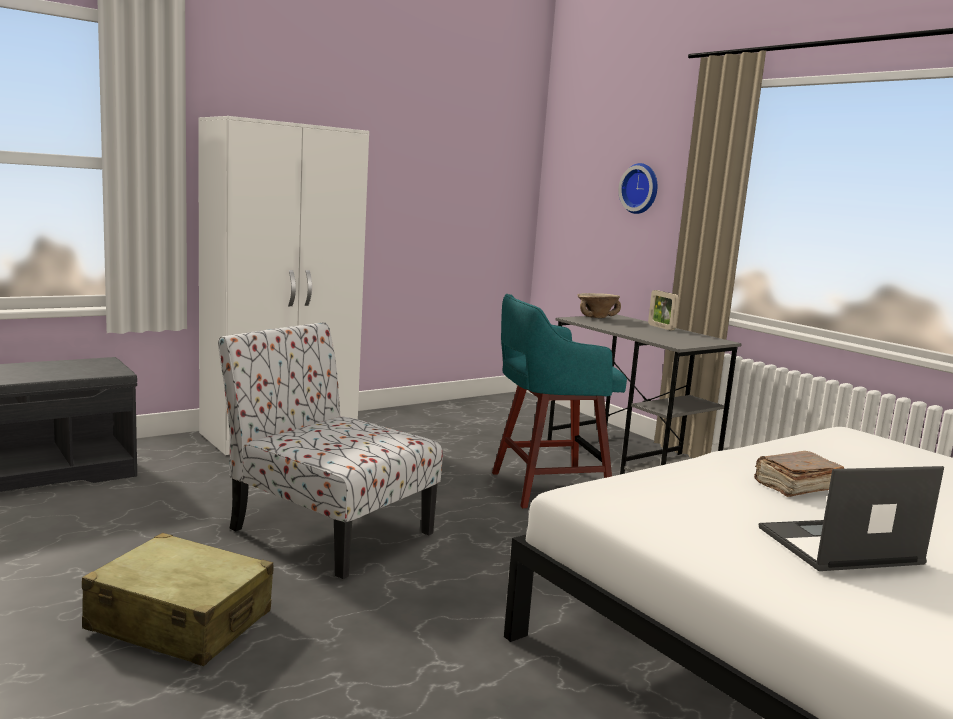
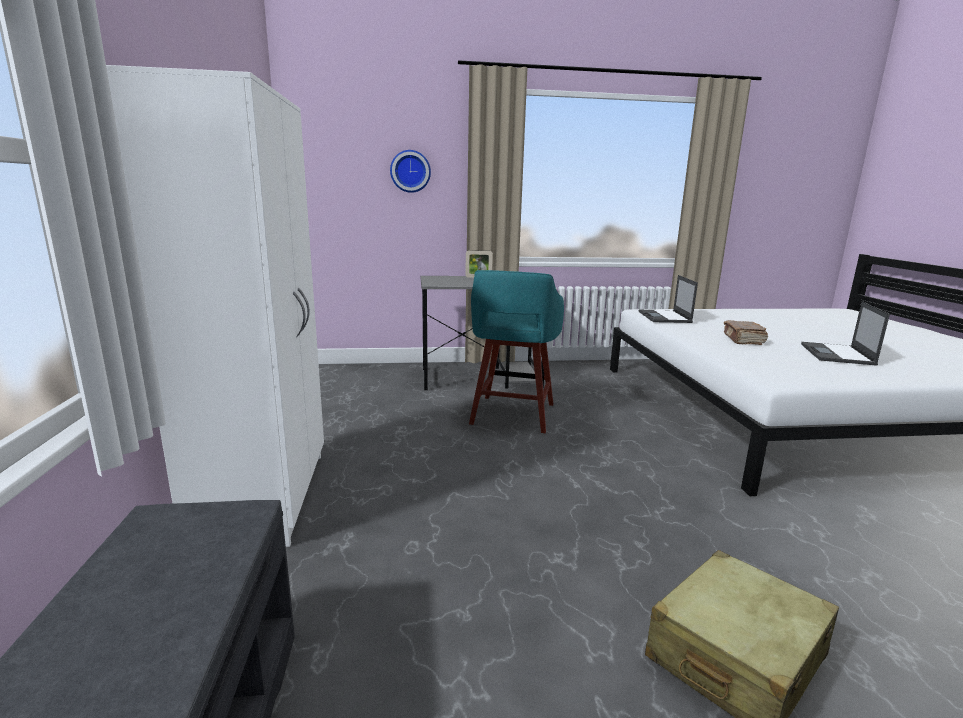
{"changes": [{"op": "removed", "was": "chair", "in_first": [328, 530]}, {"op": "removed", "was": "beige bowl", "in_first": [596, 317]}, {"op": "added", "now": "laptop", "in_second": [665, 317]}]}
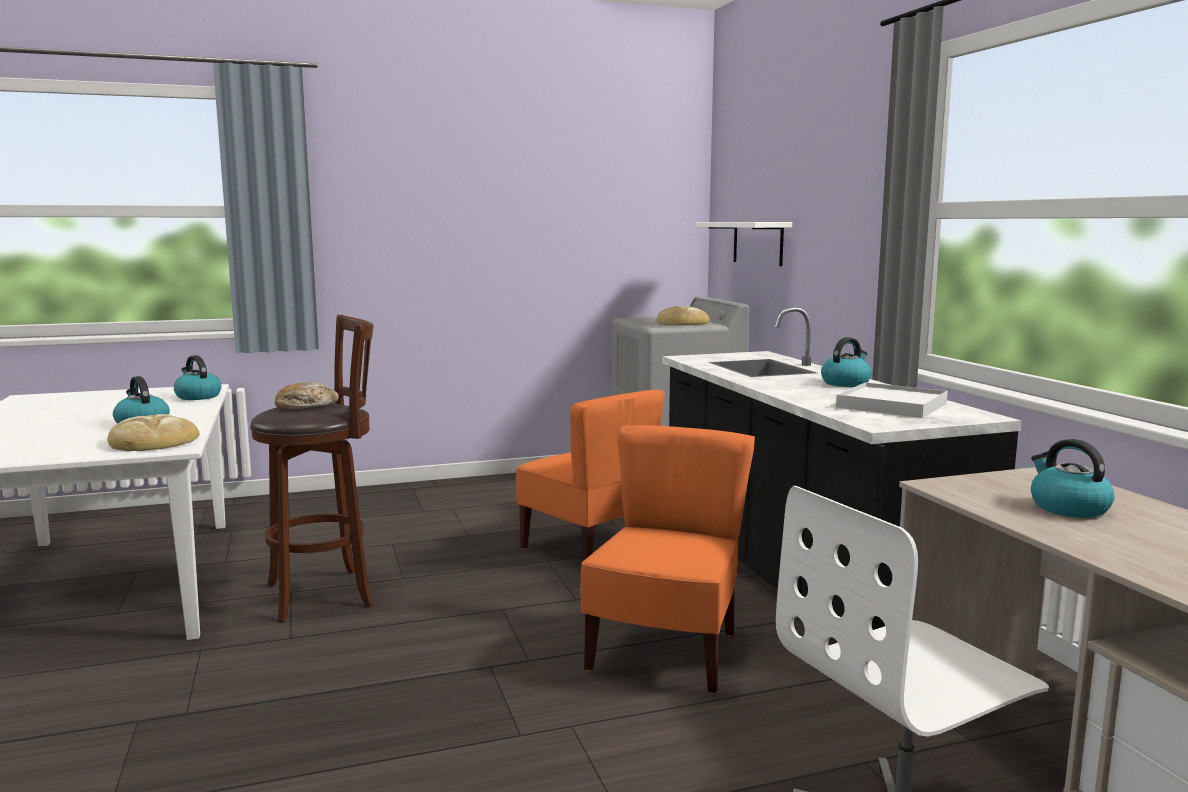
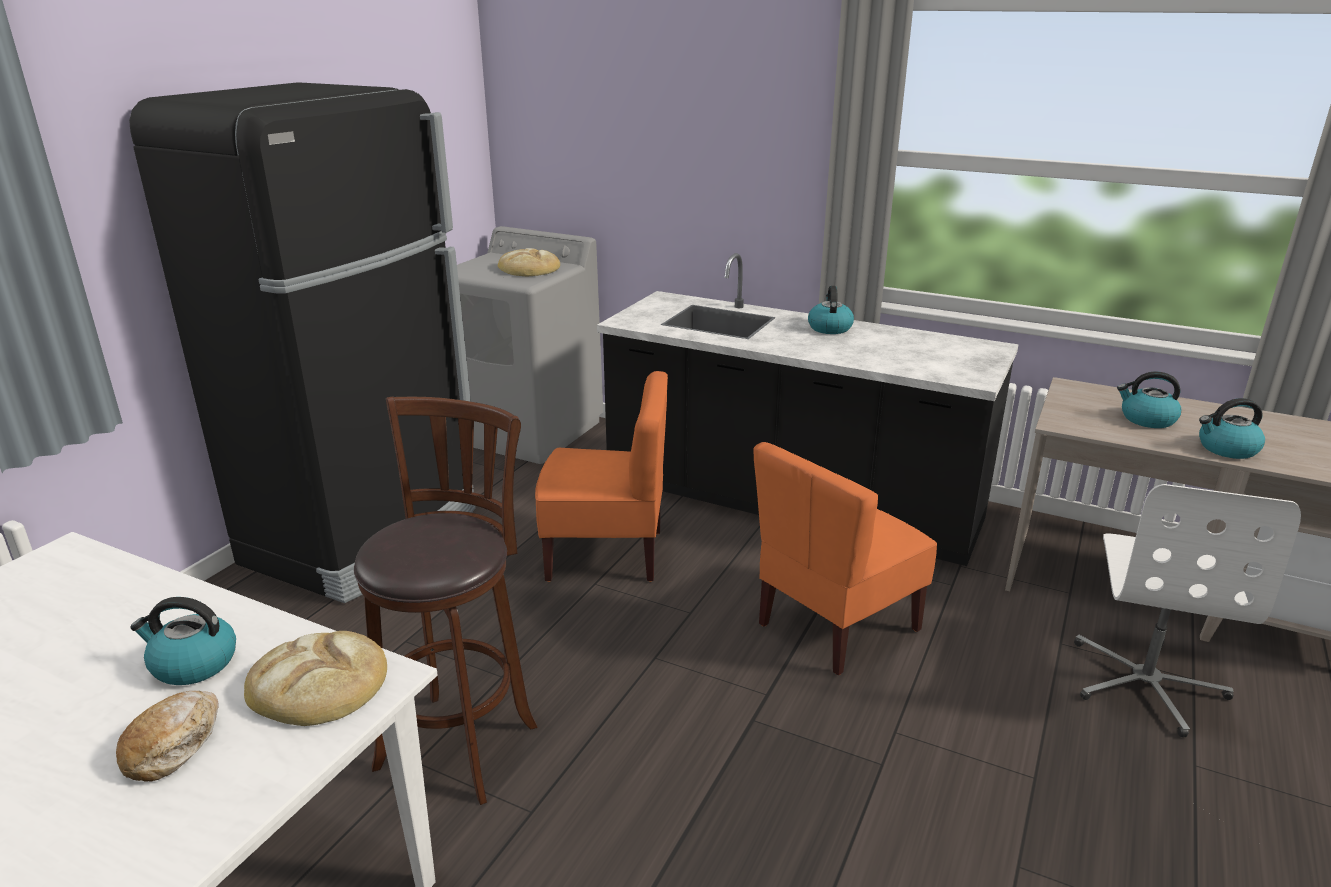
{"changes": [{"op": "moved", "was": "kettle", "in_first": [197, 396], "in_second": [1226, 449]}, {"op": "moved", "was": "bread", "in_first": [306, 406], "in_second": [173, 744]}, {"op": "turned", "was": "orange chair", "in_first": [666, 652], "in_second": [836, 626], "clockwise": -105}, {"op": "removed", "was": "white shelf", "in_first": [758, 243]}, {"op": "removed", "was": "white tray", "in_first": [891, 405]}, {"op": "added", "now": "black fridge", "in_second": [365, 537]}]}
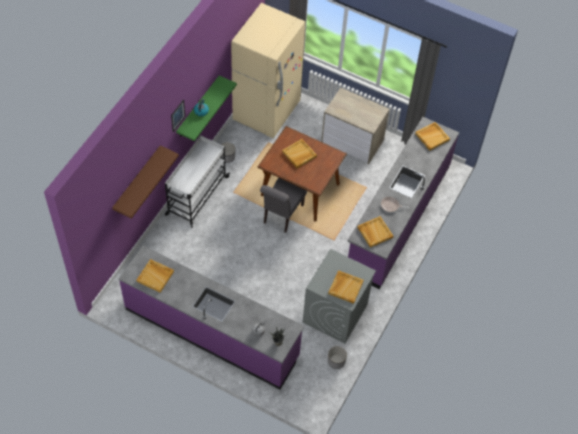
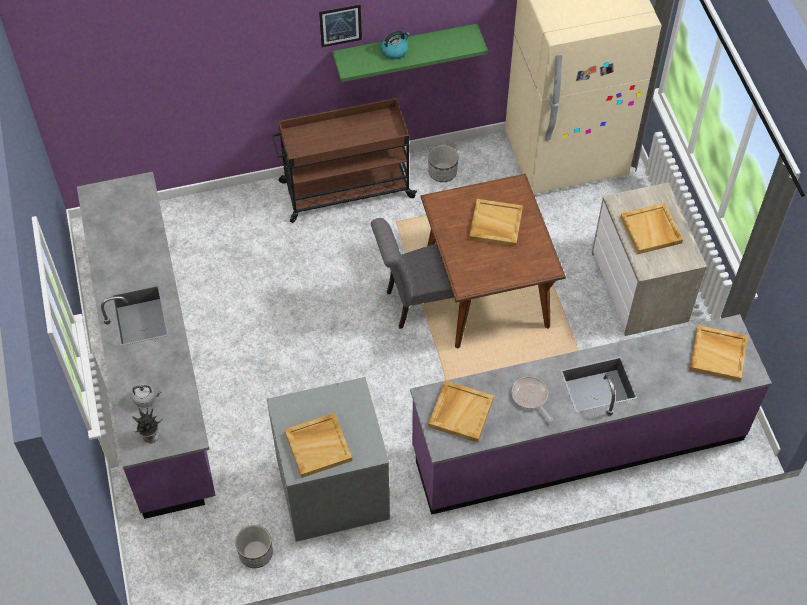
{"changes": [{"op": "removed", "was": "brown shelf", "in_first": [137, 180]}, {"op": "moved", "was": "beige tray", "in_first": [155, 276], "in_second": [651, 230]}, {"op": "recoloured", "was": "white cart", "now": "brown cart", "in_first": [196, 196], "in_second": [345, 190]}]}
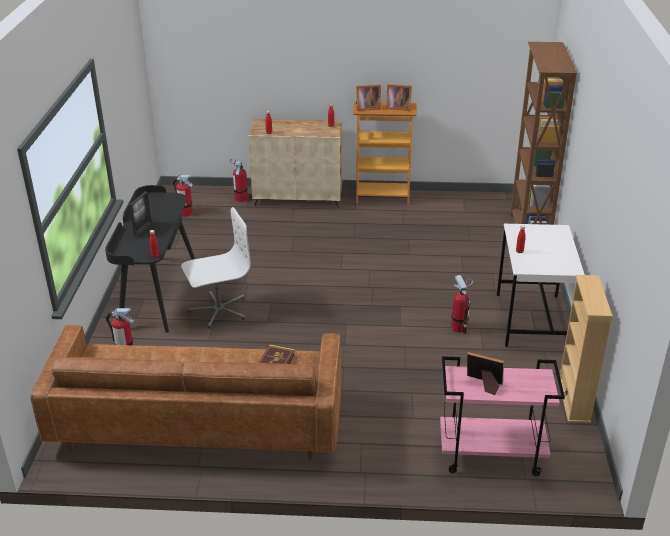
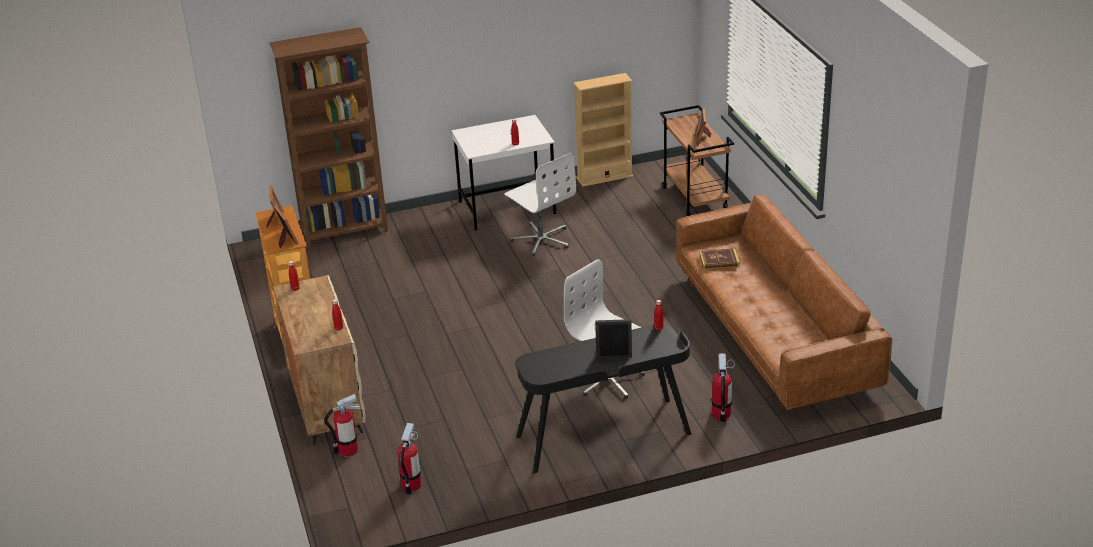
{"changes": [{"op": "recoloured", "was": "pink cart", "now": "brown cart", "in_first": [490, 455], "in_second": [695, 199]}, {"op": "replaced", "was": "fire extinguisher", "now": "white office chair", "in_first": [459, 327], "in_second": [541, 239]}]}
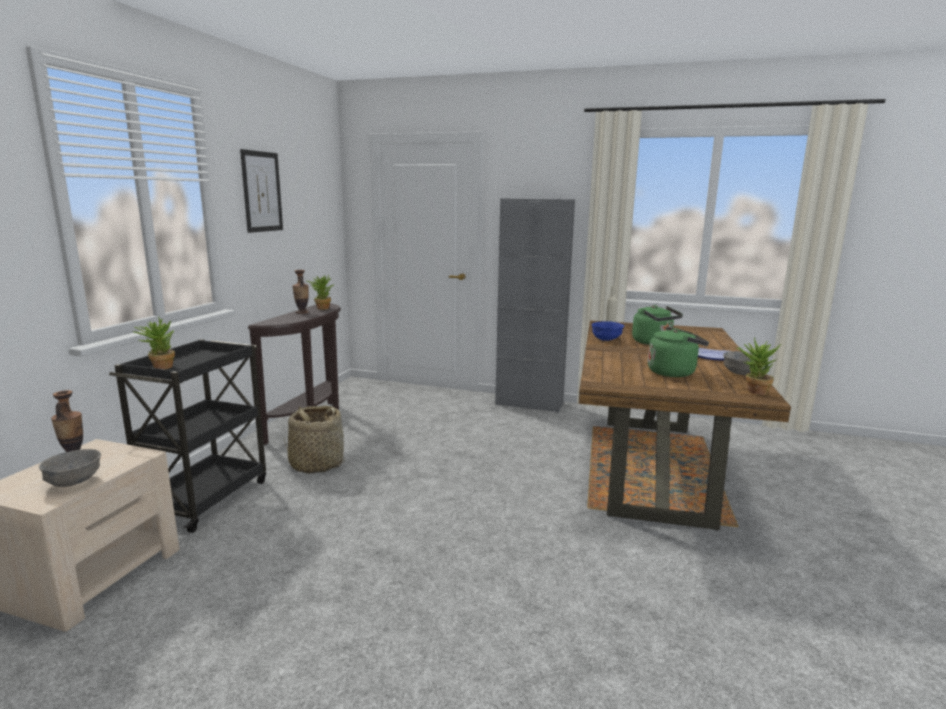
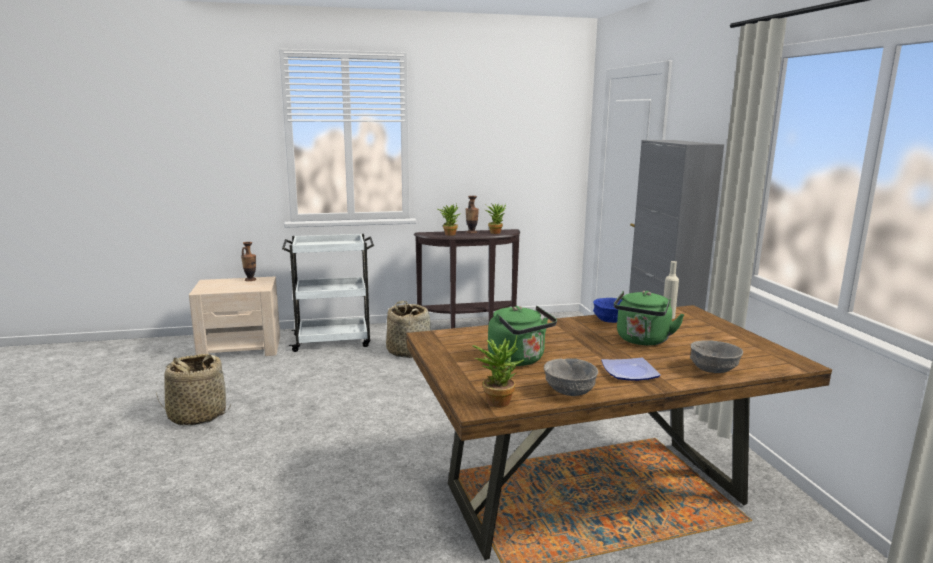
{"changes": [{"op": "moved", "was": "grey bowl", "in_first": [74, 482], "in_second": [713, 370]}, {"op": "recoloured", "was": "black cart", "now": "white cart", "in_first": [207, 498], "in_second": [333, 340]}, {"op": "moved", "was": "potted plant", "in_first": [159, 367], "in_second": [449, 234]}, {"op": "removed", "was": "picture", "in_first": [262, 192]}, {"op": "added", "now": "basket", "in_second": [197, 415]}]}
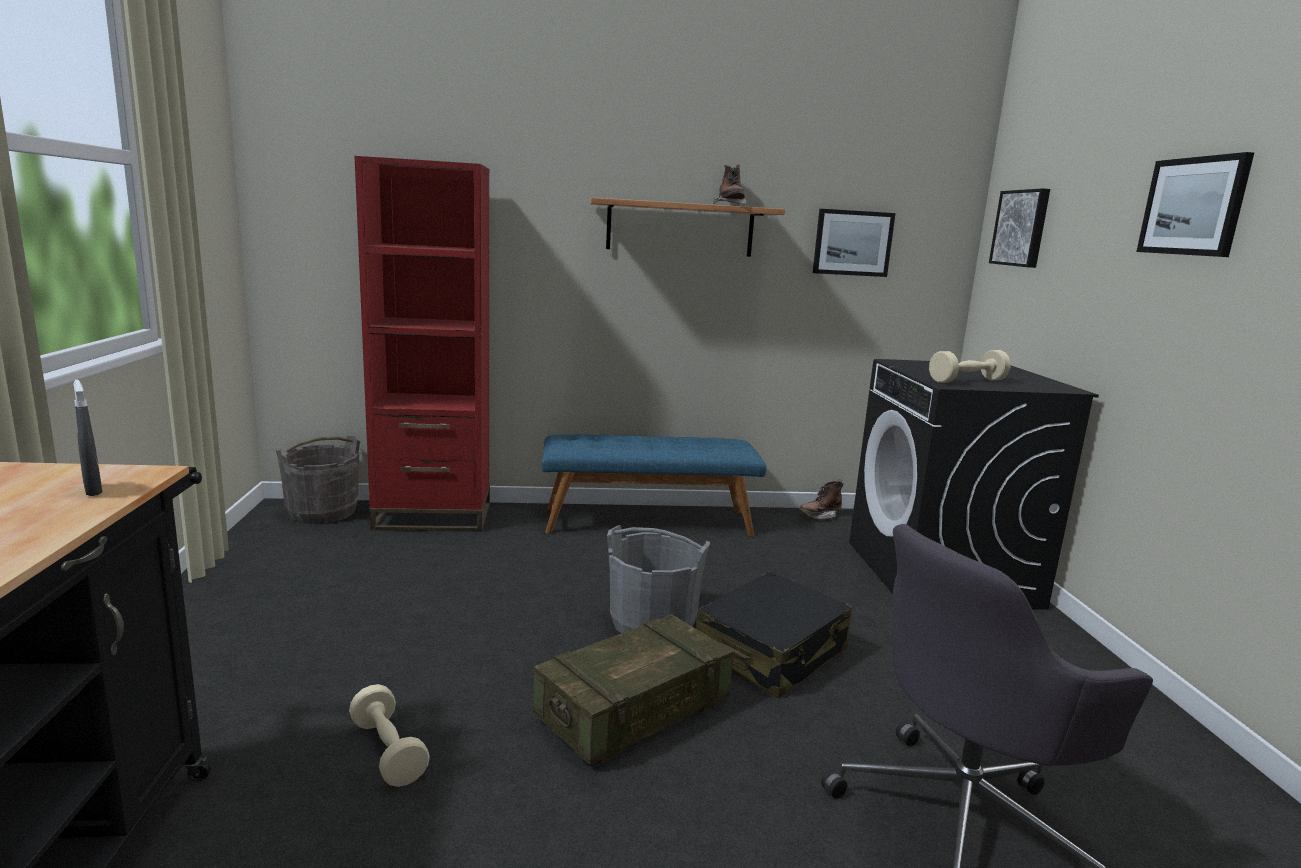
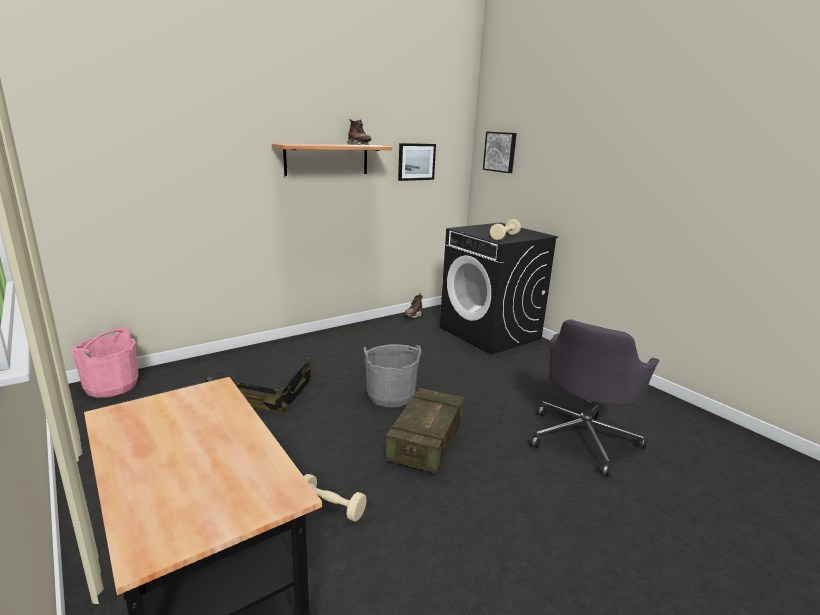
{"changes": [{"op": "removed", "was": "grey spray bottle", "in_first": [93, 490]}, {"op": "recoloured", "was": "grey bucket", "now": "pink bucket", "in_first": [322, 512], "in_second": [112, 386]}, {"op": "removed", "was": "red bookcase", "in_first": [433, 517]}, {"op": "removed", "was": "blue bench", "in_first": [648, 520]}, {"op": "moved", "was": "black suitcase", "in_first": [771, 652], "in_second": [273, 392]}, {"op": "removed", "was": "picture", "in_first": [1193, 206]}]}
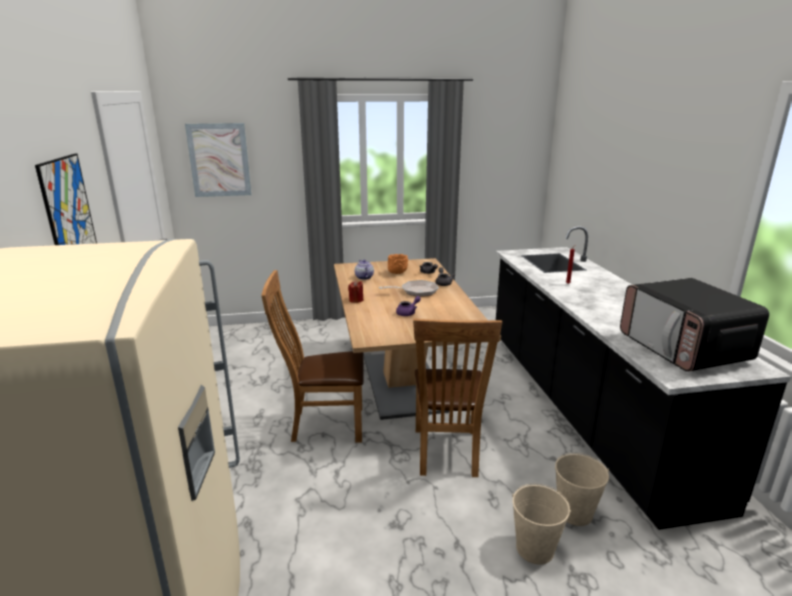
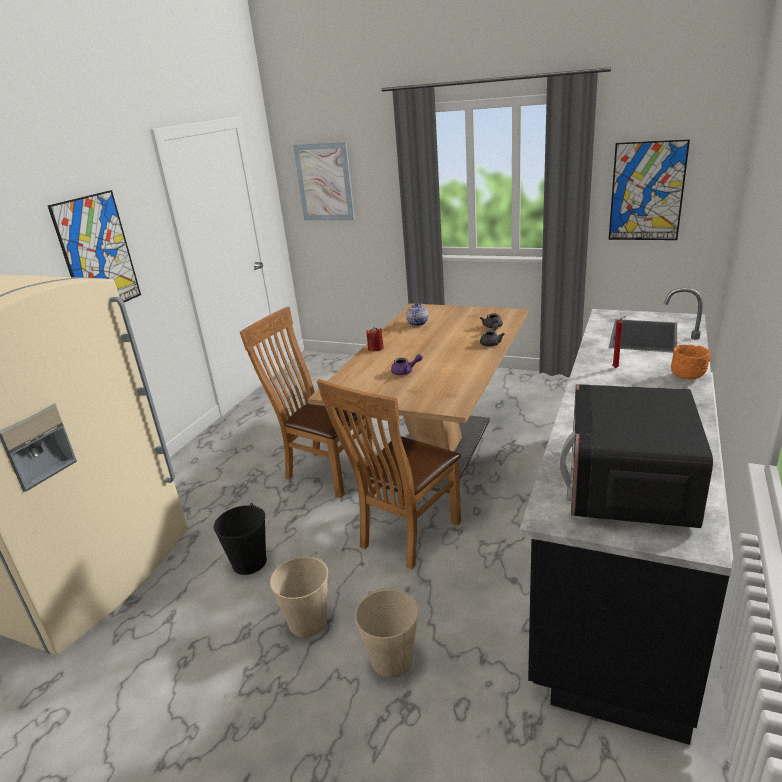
{"changes": [{"op": "removed", "was": "frying pan", "in_first": [416, 291]}, {"op": "moved", "was": "orange bowl", "in_first": [397, 273], "in_second": [686, 378]}, {"op": "moved", "was": "beige bucket", "in_first": [575, 513], "in_second": [307, 621]}, {"op": "added", "now": "black bucket", "in_second": [249, 562]}, {"op": "added", "now": "picture", "in_second": [647, 192]}]}
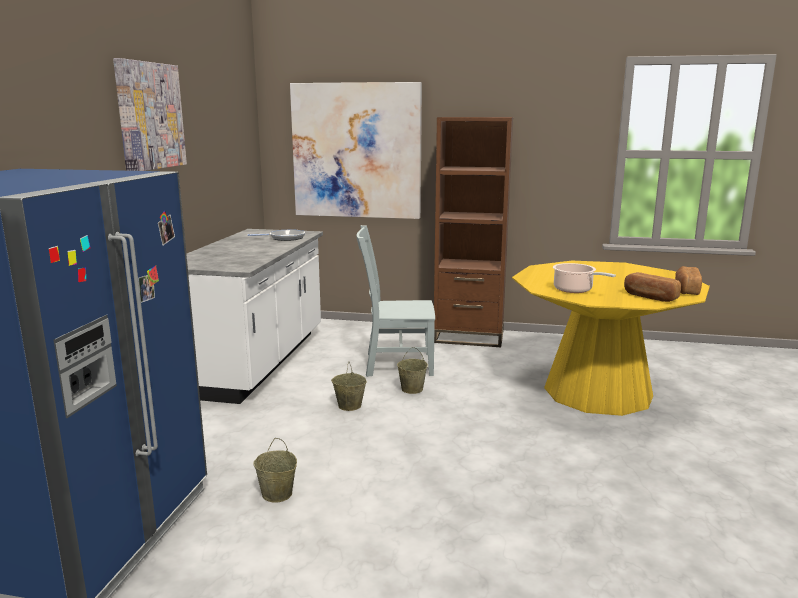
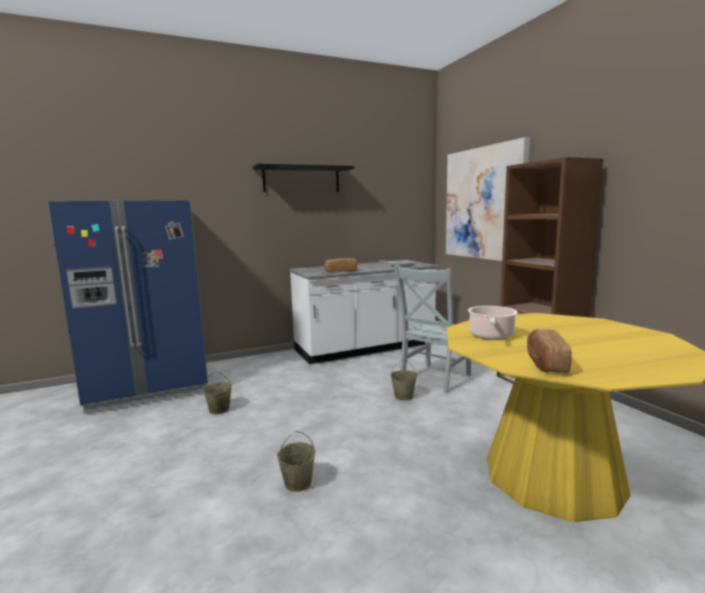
{"changes": [{"op": "replaced", "was": "picture", "now": "black shelf", "in_first": [150, 116], "in_second": [301, 179]}, {"op": "moved", "was": "beige bucket", "in_first": [349, 405], "in_second": [298, 482]}, {"op": "turned", "was": "grey chair", "in_first": [395, 364], "in_second": [433, 378], "clockwise": -105}, {"op": "moved", "was": "bread", "in_first": [686, 290], "in_second": [340, 271]}]}
